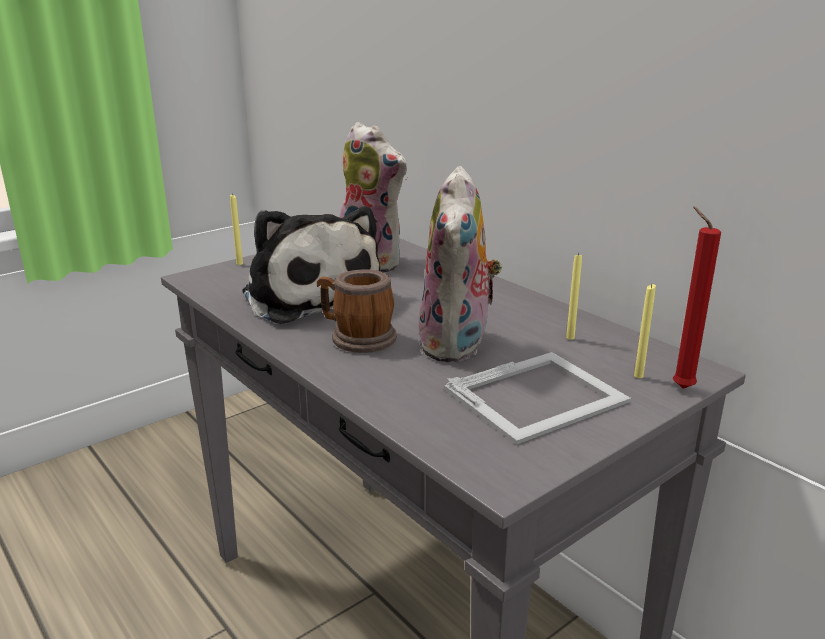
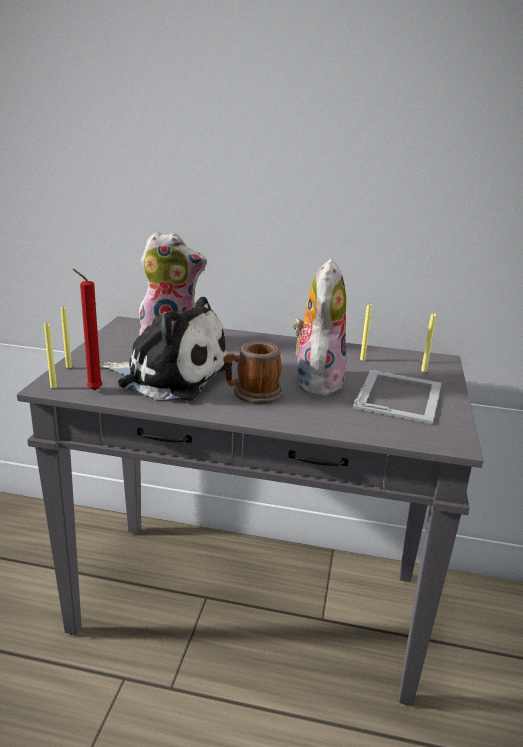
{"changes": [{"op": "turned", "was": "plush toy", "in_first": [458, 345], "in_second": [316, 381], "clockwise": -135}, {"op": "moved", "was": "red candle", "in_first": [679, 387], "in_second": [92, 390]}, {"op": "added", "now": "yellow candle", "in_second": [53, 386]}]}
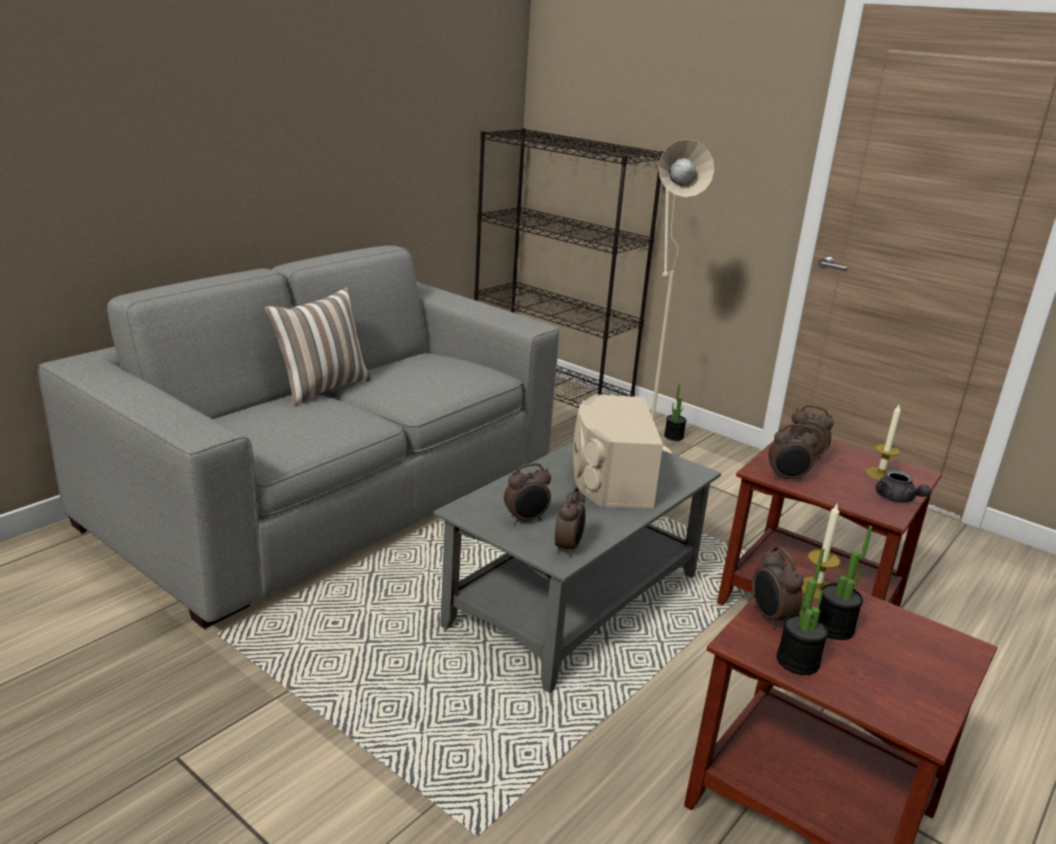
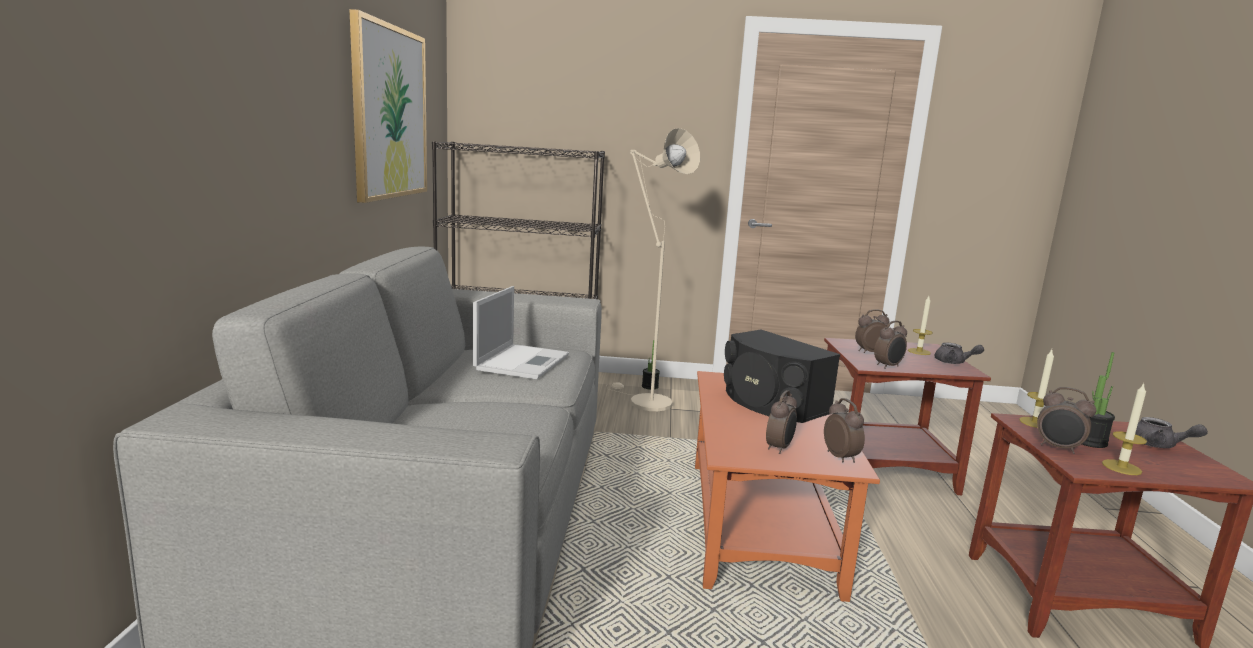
{"changes": [{"op": "removed", "was": "pillow", "in_first": [321, 388]}, {"op": "recoloured", "was": "grey coffee table", "now": "orange coffee table", "in_first": [575, 598], "in_second": [758, 522]}, {"op": "recoloured", "was": "beige speaker", "now": "black speaker", "in_first": [610, 479], "in_second": [771, 403]}, {"op": "replaced", "was": "potted plant", "now": "candle", "in_first": [797, 661], "in_second": [1121, 467]}, {"op": "added", "now": "picture", "in_second": [389, 113]}, {"op": "added", "now": "laptop", "in_second": [523, 361]}, {"op": "added", "now": "grey teapot", "in_second": [1159, 445]}]}
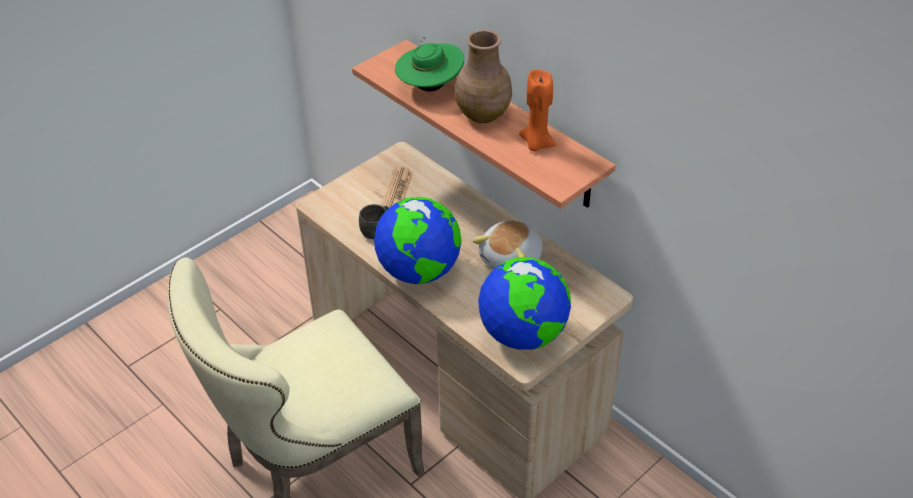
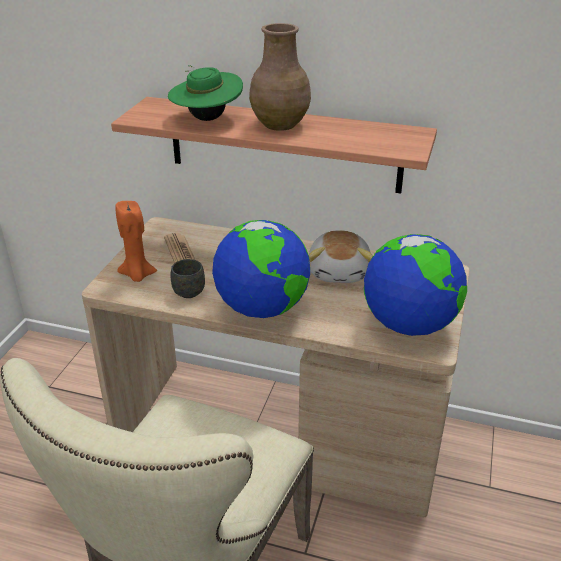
{"changes": [{"op": "moved", "was": "orange candle", "in_first": [536, 144], "in_second": [137, 275]}]}
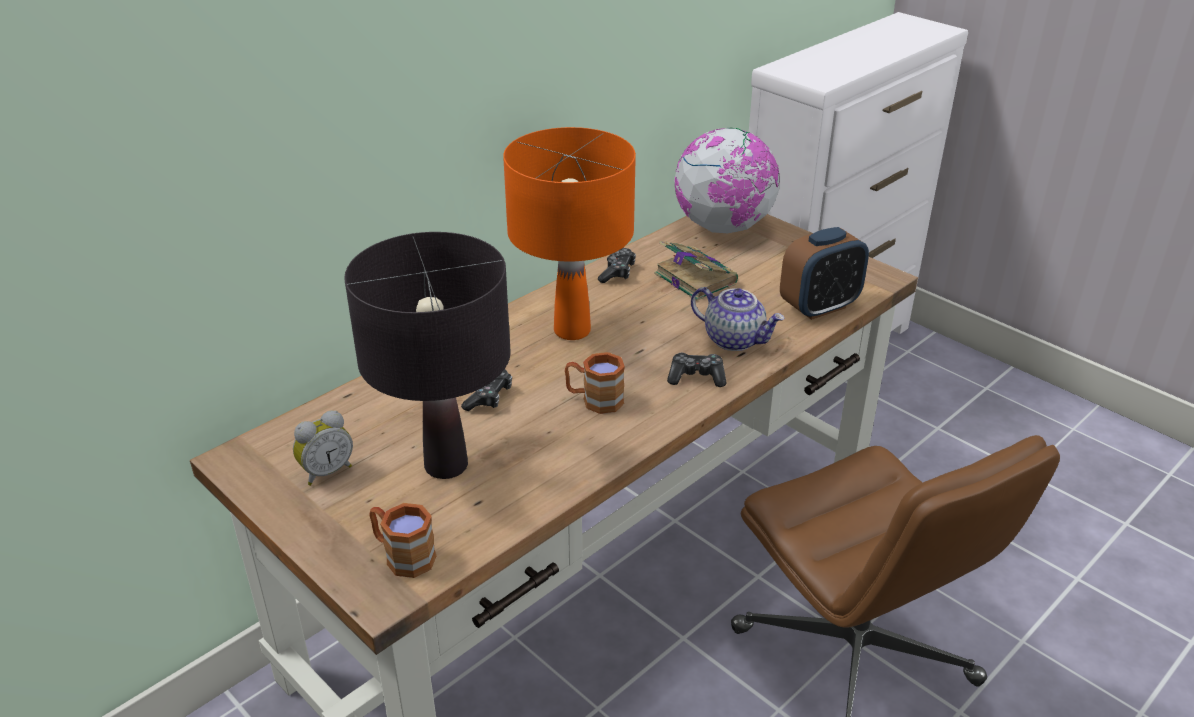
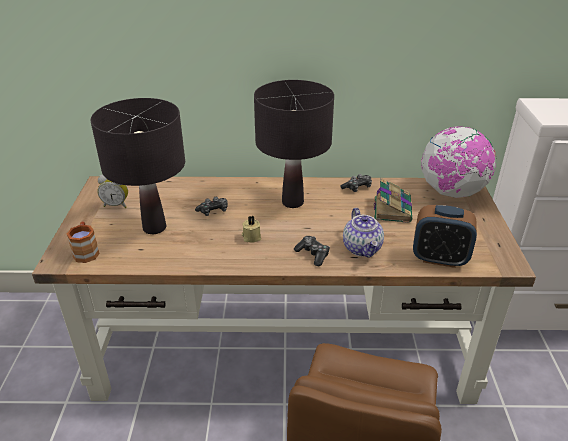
{"changes": [{"op": "recoloured", "was": "orange table lamp", "now": "black table lamp", "in_first": [572, 331], "in_second": [292, 202]}, {"op": "replaced", "was": "brown mug", "now": "beige candle", "in_first": [594, 400], "in_second": [251, 237]}]}
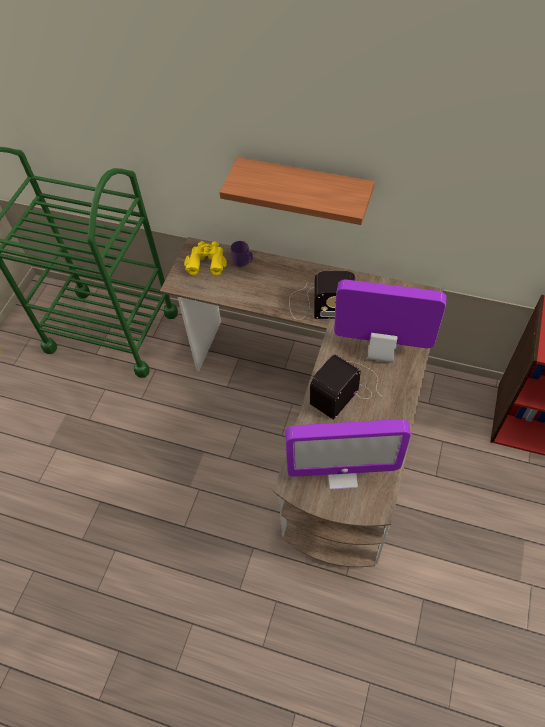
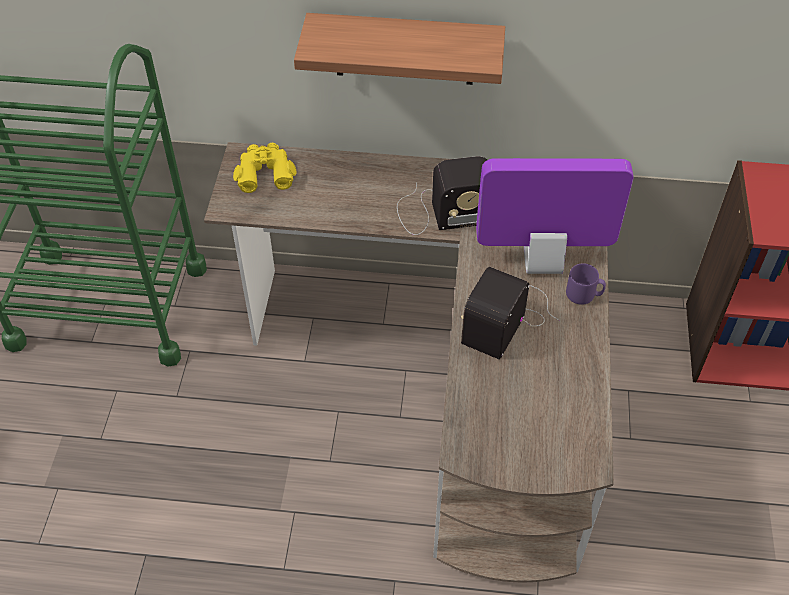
{"changes": [{"op": "moved", "was": "purple mug", "in_first": [243, 261], "in_second": [584, 295]}, {"op": "removed", "was": "monitor", "in_first": [342, 474]}]}
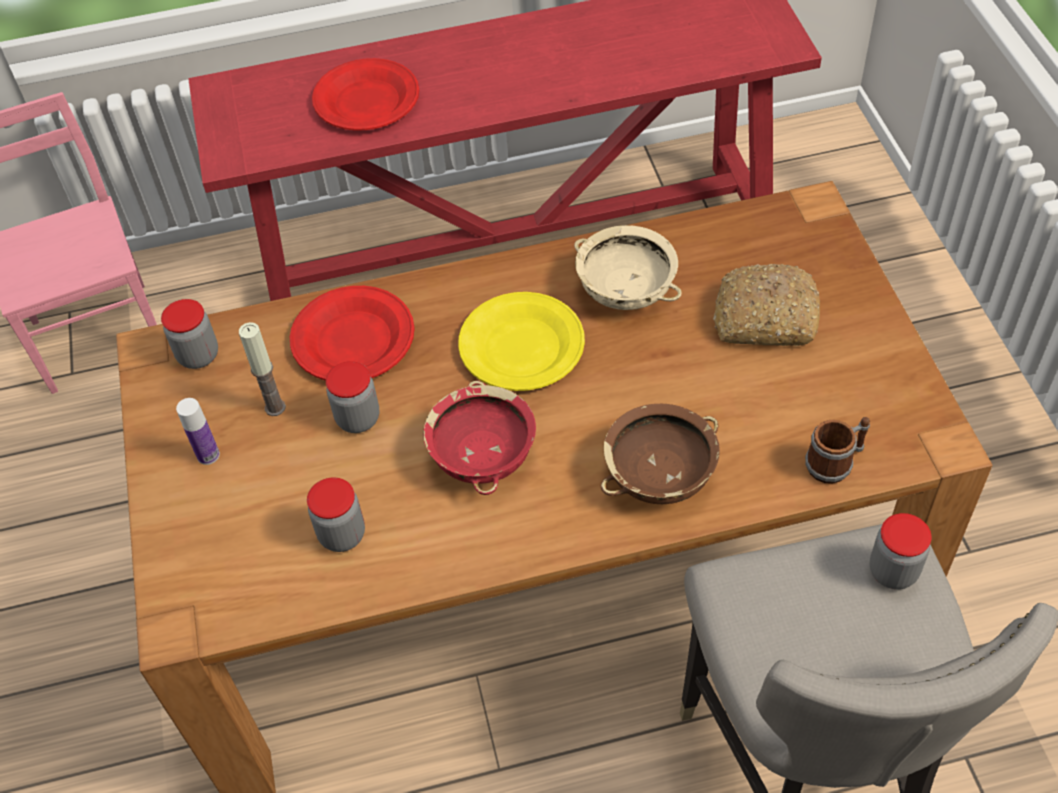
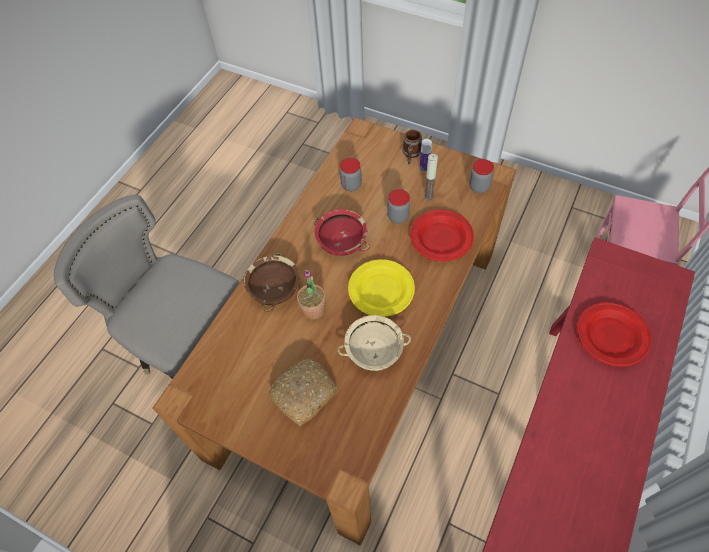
{"changes": [{"op": "moved", "was": "mug", "in_first": [835, 463], "in_second": [411, 154]}, {"op": "removed", "was": "jar", "in_first": [893, 571]}, {"op": "added", "now": "potted plant", "in_second": [313, 309]}]}
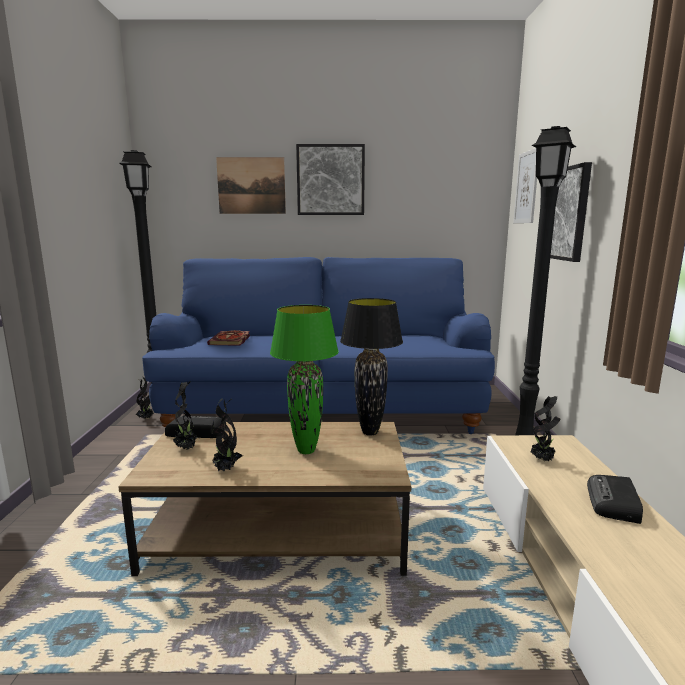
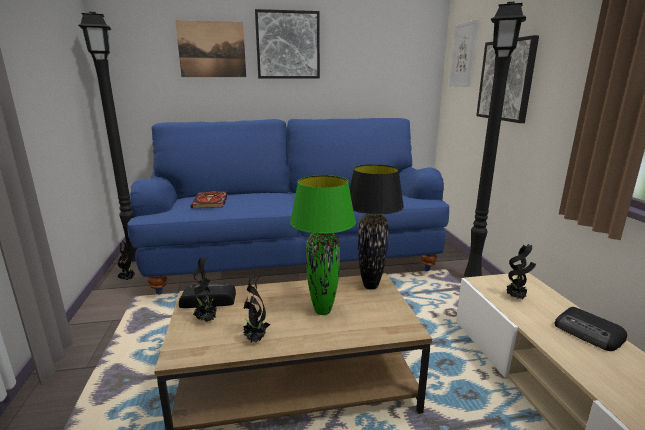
{"changes": [{"op": "turned", "was": "radio", "in_first": [613, 503], "in_second": [589, 333], "clockwise": -45}]}
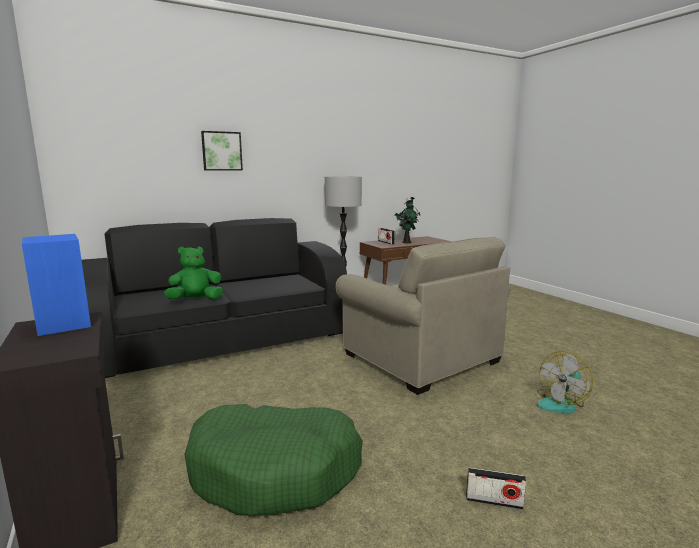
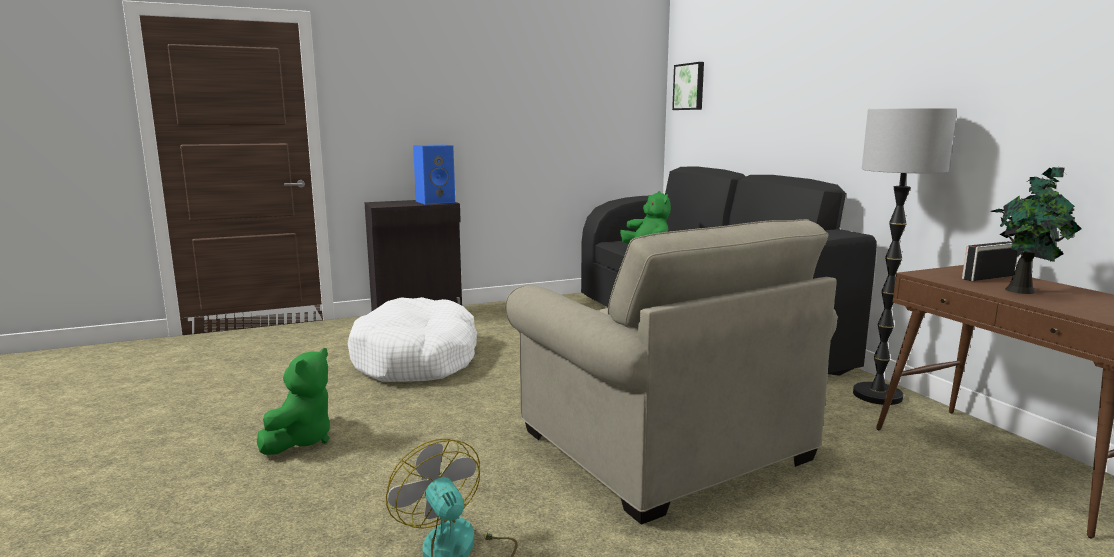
{"changes": [{"op": "recoloured", "was": "green dog bed", "now": "white dog bed", "in_first": [275, 470], "in_second": [416, 359]}, {"op": "moved", "was": "picture", "in_first": [221, 151], "in_second": [690, 86]}, {"op": "turned", "was": "beige armchair", "in_first": [420, 358], "in_second": [662, 445], "clockwise": -90}, {"op": "replaced", "was": "radio", "now": "green plush toy", "in_first": [494, 501], "in_second": [301, 440]}]}
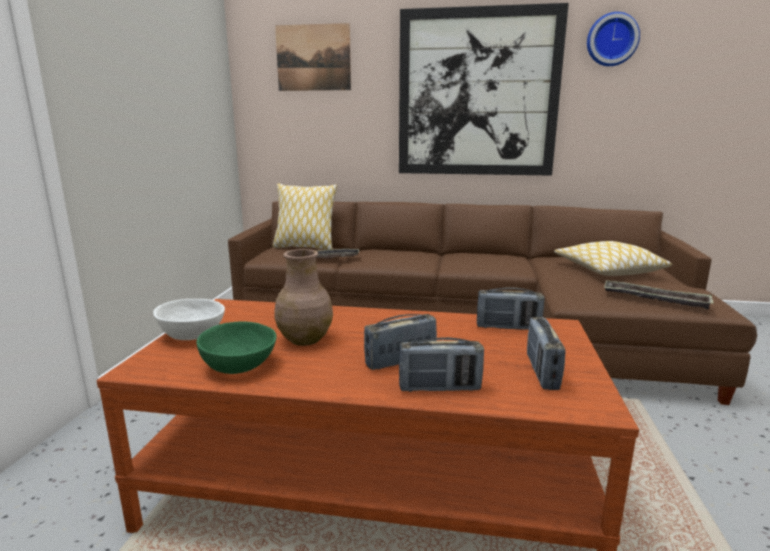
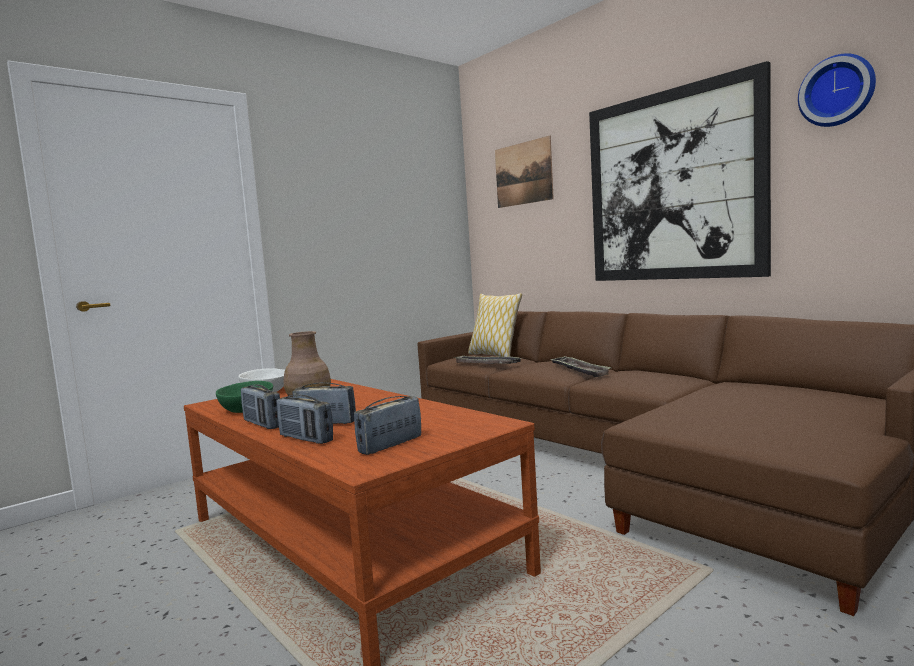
{"changes": [{"op": "moved", "was": "radio", "in_first": [508, 327], "in_second": [262, 424]}, {"op": "removed", "was": "pillow", "in_first": [608, 270]}, {"op": "moved", "was": "tray", "in_first": [655, 299], "in_second": [579, 370]}]}
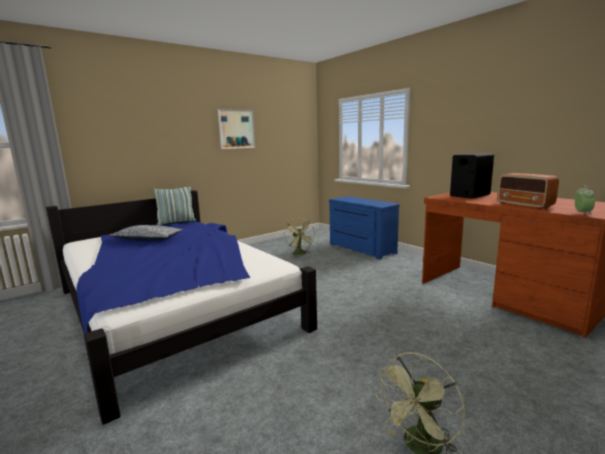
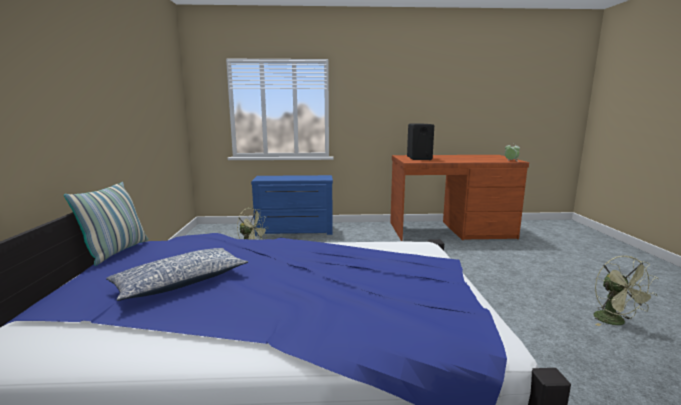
{"changes": [{"op": "removed", "was": "picture", "in_first": [236, 129]}, {"op": "removed", "was": "radio", "in_first": [525, 205]}]}
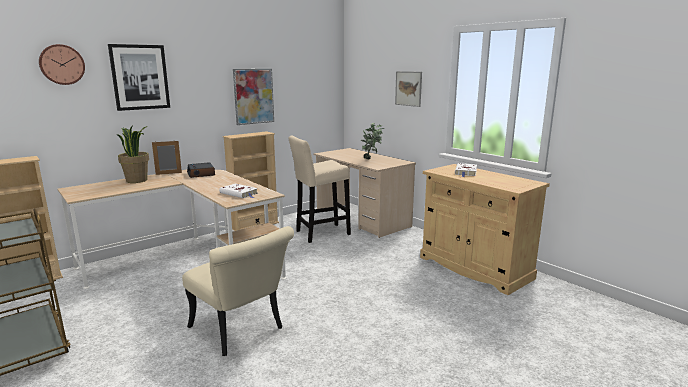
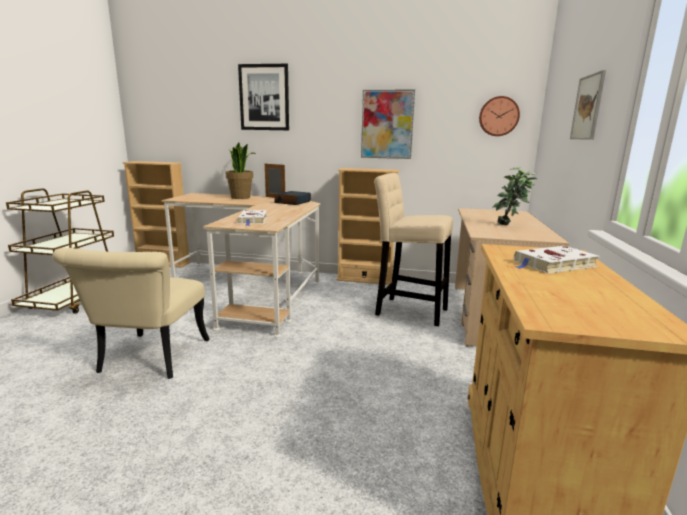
{"changes": [{"op": "moved", "was": "wall clock", "in_first": [62, 64], "in_second": [498, 116]}]}
